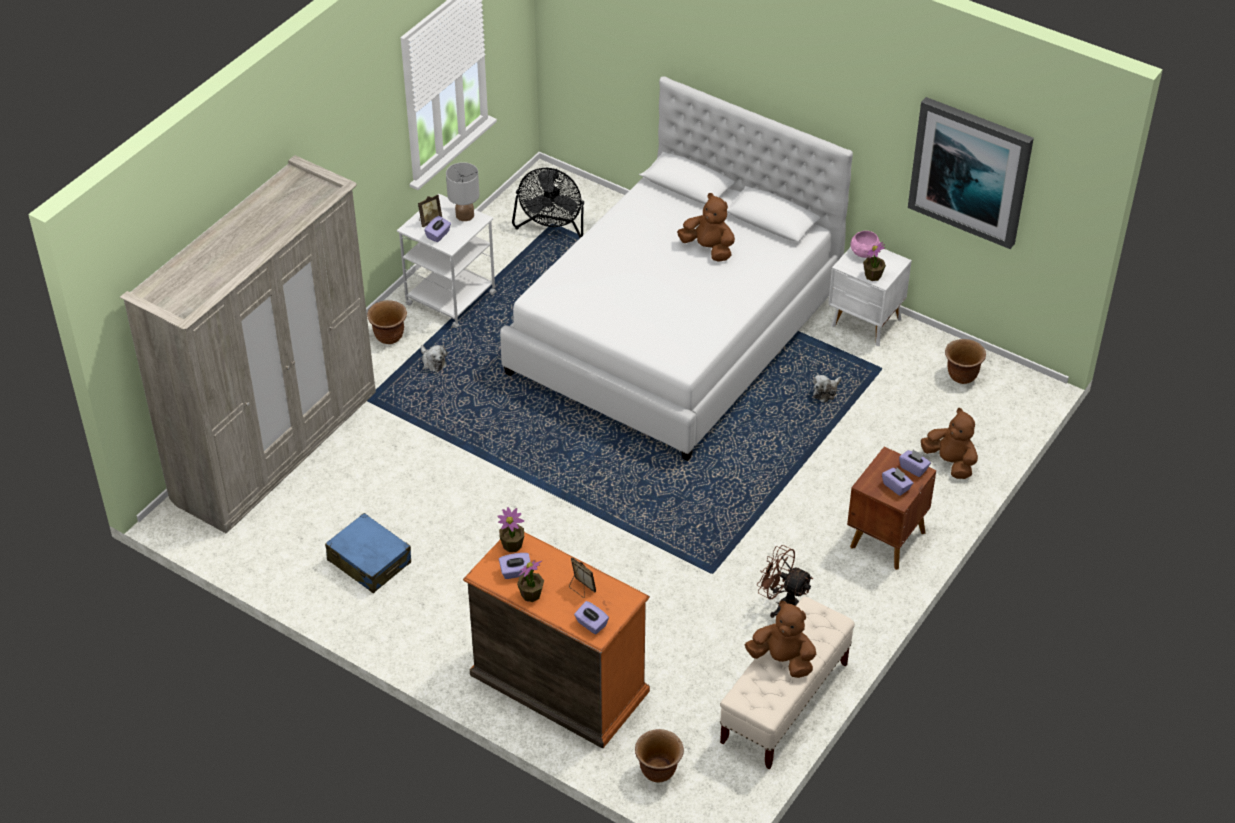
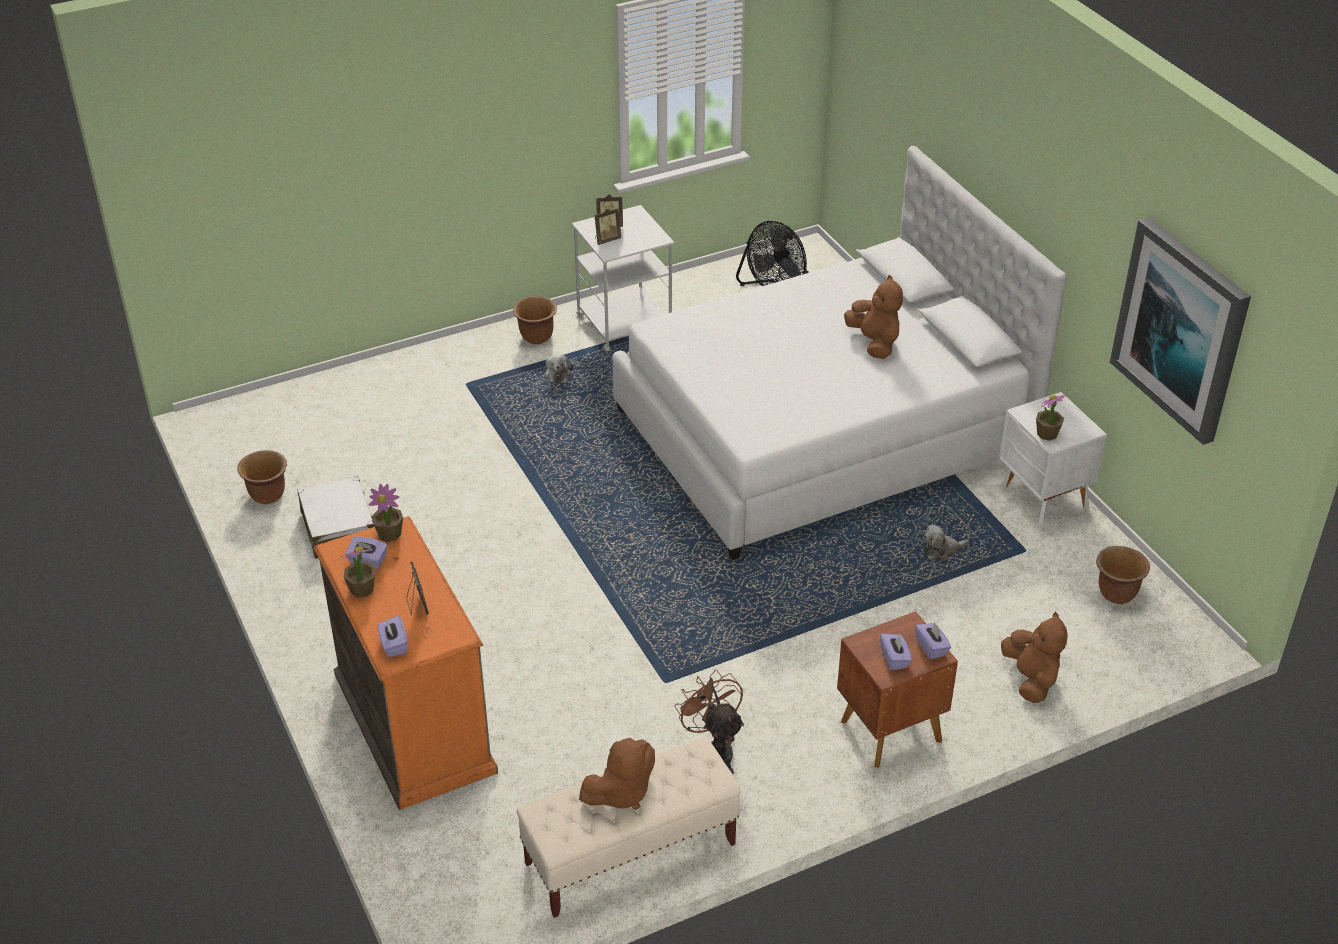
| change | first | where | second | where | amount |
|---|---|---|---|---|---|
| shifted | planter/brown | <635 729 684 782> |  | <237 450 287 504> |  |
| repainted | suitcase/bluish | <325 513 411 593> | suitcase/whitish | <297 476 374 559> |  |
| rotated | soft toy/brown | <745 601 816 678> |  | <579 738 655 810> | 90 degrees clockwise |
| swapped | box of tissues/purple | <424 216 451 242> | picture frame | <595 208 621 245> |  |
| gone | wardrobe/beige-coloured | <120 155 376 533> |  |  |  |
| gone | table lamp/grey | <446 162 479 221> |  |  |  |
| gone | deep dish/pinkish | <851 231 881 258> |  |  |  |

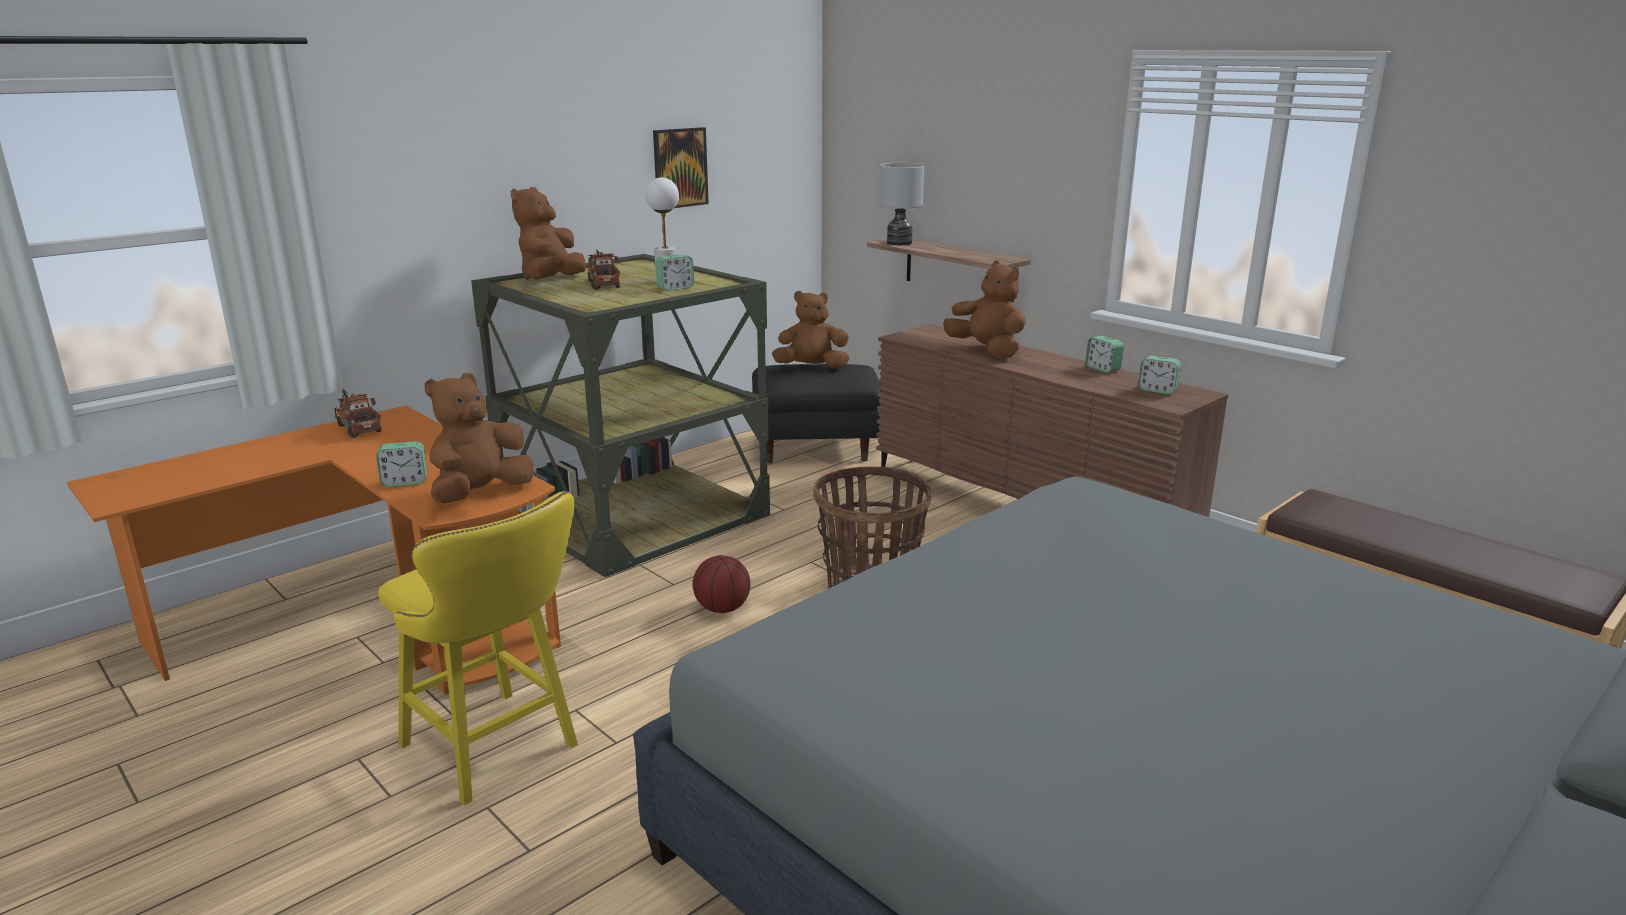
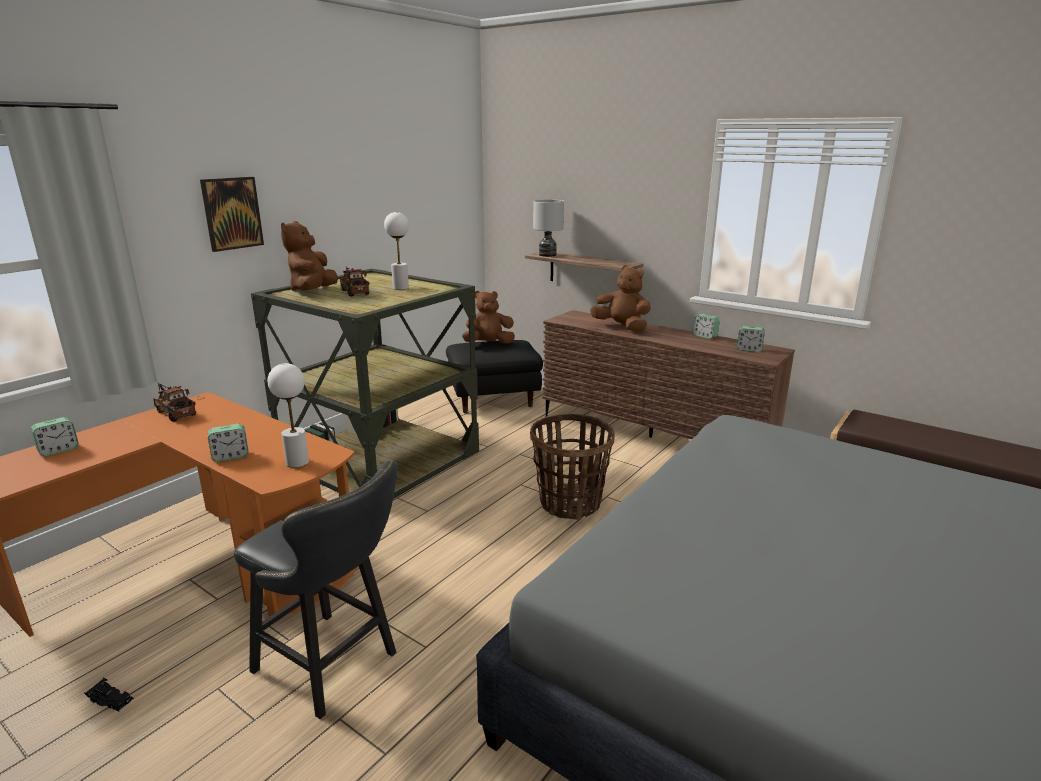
| change | first | where | second | where | amount |
|---|---|---|---|---|---|
| shifted | alarm clock | <655 254 694 291> |  | <31 417 79 456> |  |
| new |  |  | model car/black | <84 678 134 711> |  |
| shifted | wall picture | <653 127 709 208> |  | <200 177 264 252> |  |
| repainted | stool/yellow | <378 491 578 805> | stool/grey | <234 460 398 719> |  |
| swapped | soft toy/brown | <425 373 534 503> | table lamp/whitish | <268 363 309 468> |  |
| gone | basketball | <693 555 750 613> |  |  |  |

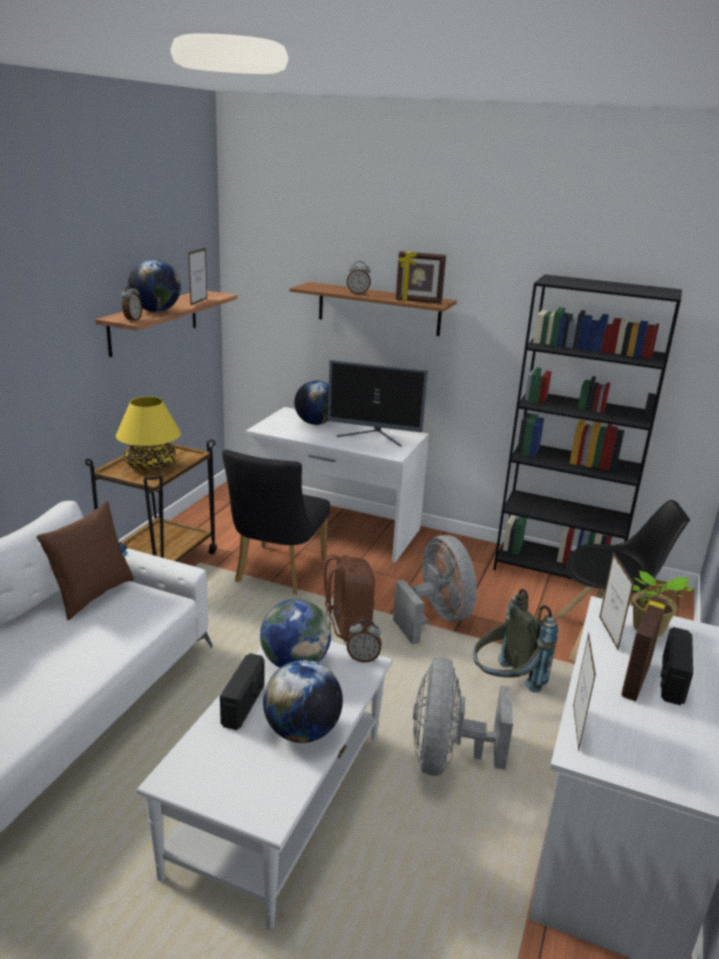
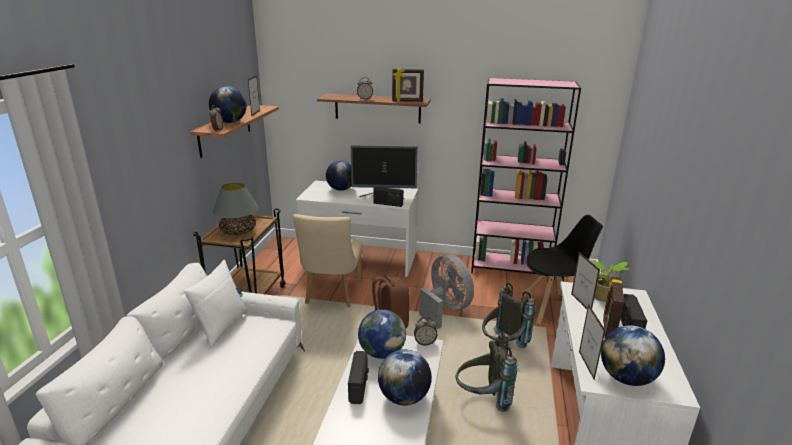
| change | first | where | second | where | amount |
|---|---|---|---|---|---|
| repainted | throw pillow/brown | <37 501 134 620> | throw pillow/whitish | <184 260 247 347> |  |
| repainted | table lamp/yellow | <116 396 181 471> | table lamp/grey | <212 183 259 235> |  |
| repainted | plain chair/black | <222 450 330 594> | plain chair/beige-coloured | <293 214 363 307> |  |
| new |  |  | radio receiver | <373 187 403 207> |  |
| swapped | fan/grey | <413 657 513 776> | backpack/grey | <456 331 517 412> |  |
| repainted | bookshelf/black | <493 274 682 579> | bookshelf/pinkish | <471 78 581 274> |  |
| new |  |  | globe | <601 325 665 386> |  |

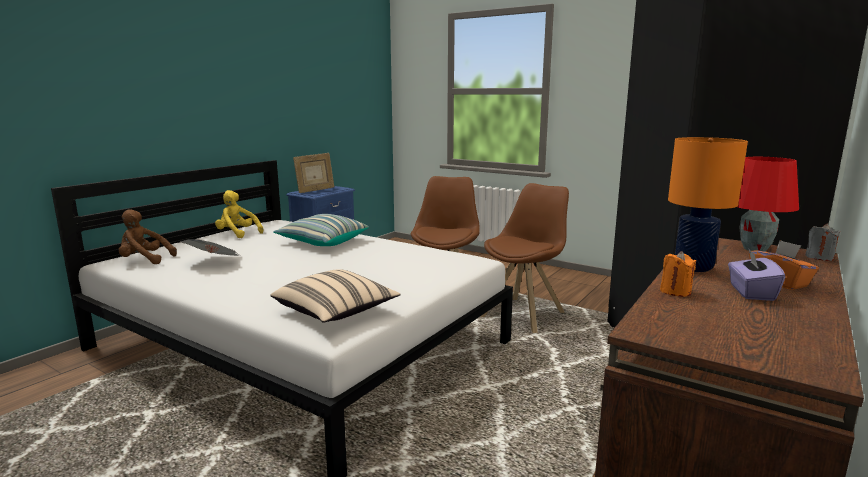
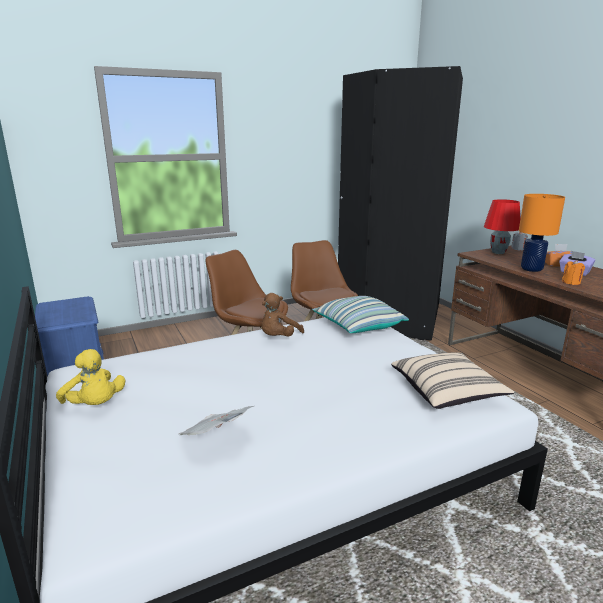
| change | first | where | second | where | amount |
|---|---|---|---|---|---|
| rotated | soft toy/yellow | <215 190 263 238> |  | <56 349 126 405> | 105 degrees counterclockwise |
| shifted | soft toy/brown | <119 209 177 264> |  | <262 293 304 337> |  |
| shifted | throw pillow | <274 214 369 246> |  | <312 296 409 333> |  |
| gone | picture frame | <293 153 334 193> |  |  |  |

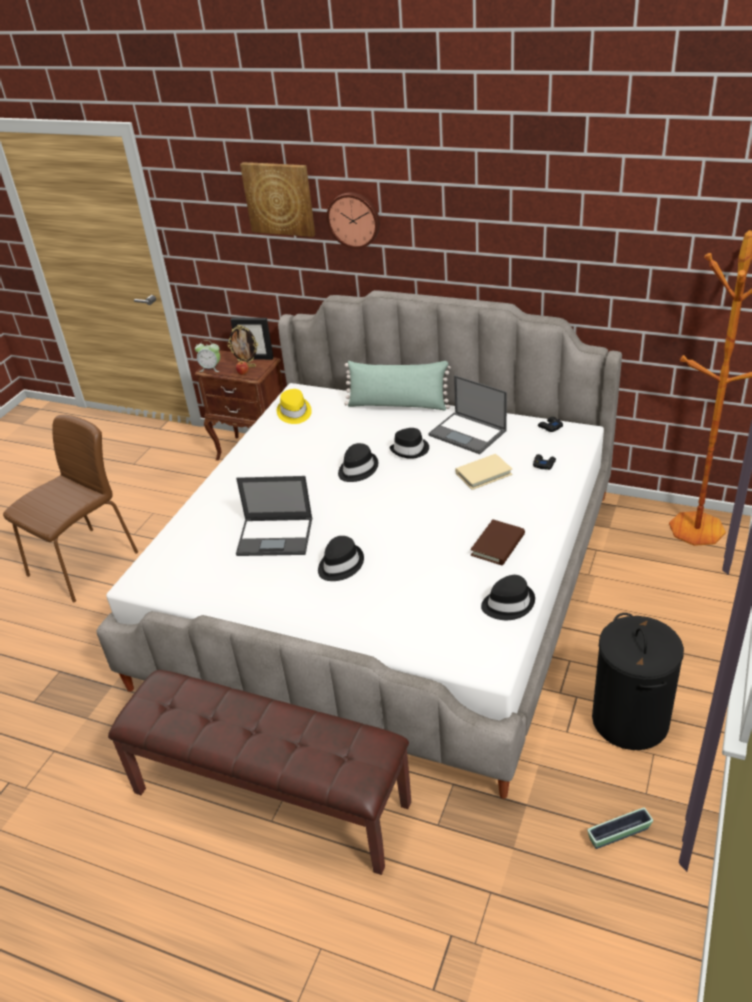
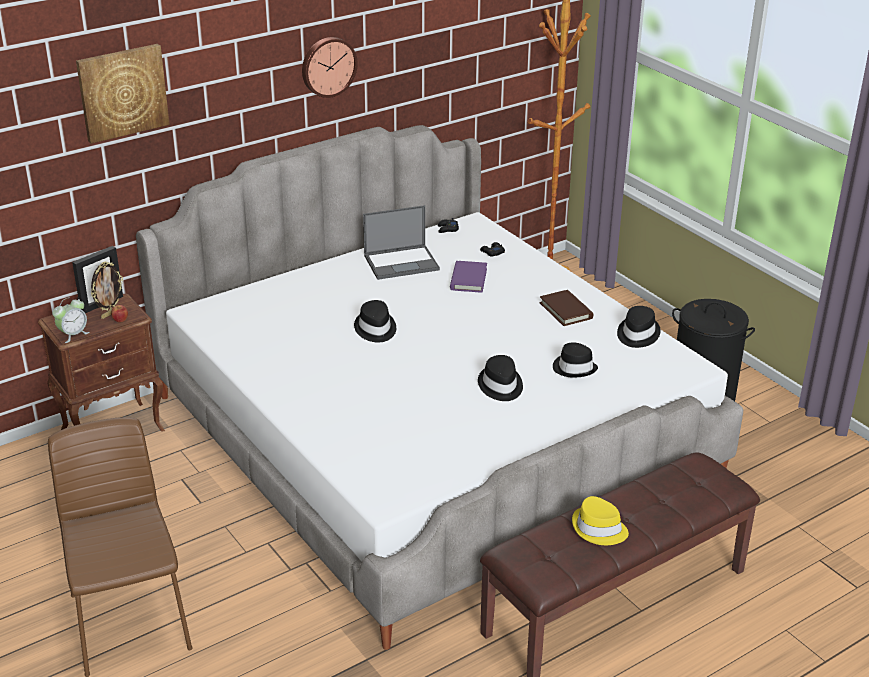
| change | first | where | second | where | amount |
|---|---|---|---|---|---|
| shifted | hanging clock | <326 192 380 249> |  | <302 37 358 98> |  |
| repainted | volume/beige-coloured | <455 454 512 490> | volume/purple | <450 261 487 293> |  |
| shifted | clothing hat/black | <389 428 429 459> |  | <553 343 598 377> |  |
| shifted | clothing hat/yellow | <277 389 312 424> |  | <572 496 629 545> |  |
| gone | portable computer | <236 476 312 556> |  |  |  |
| gone | throw pillow/green | <344 361 451 410> |  |  |  |
| gone | planter | <588 808 653 849> |  |  |  |

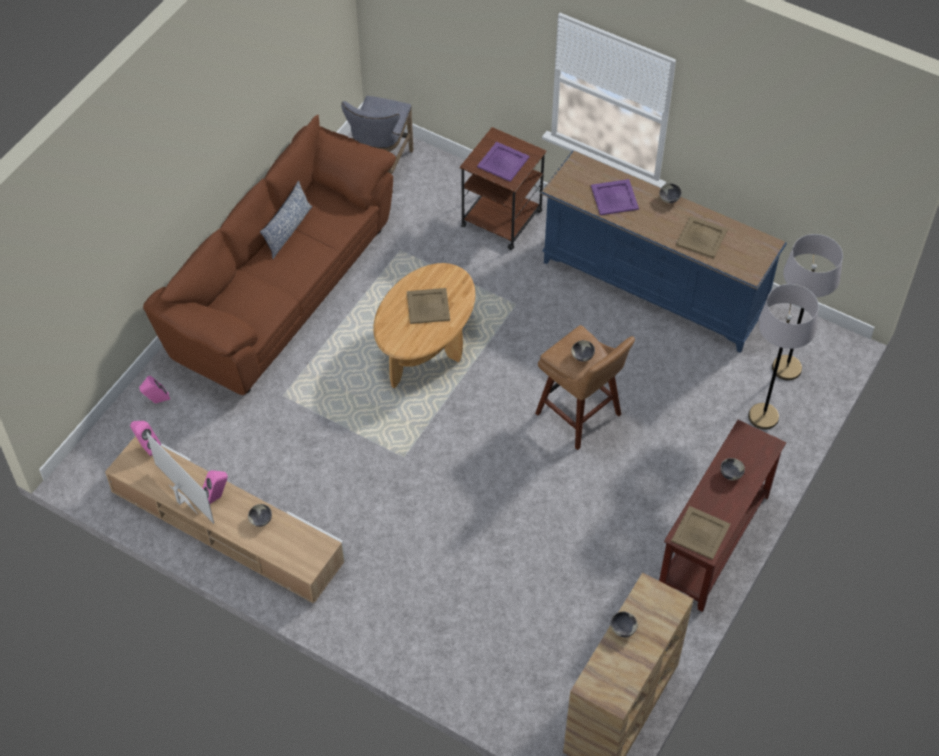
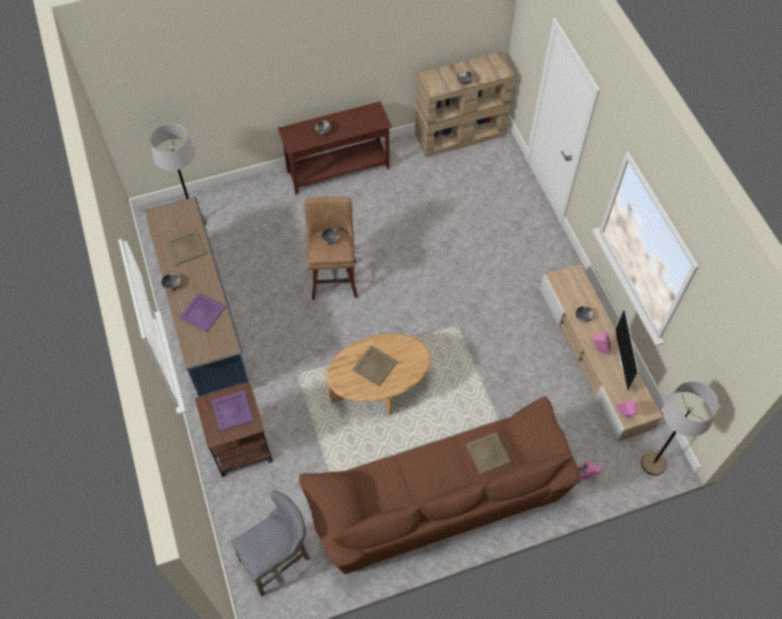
| change | first | where | second | where | amount |
|---|---|---|---|---|---|
| shifted | serving tray/beige-coloured | <671 506 731 560> |  | <466 432 512 475> |  |
| shifted | standing lamp/grey | <748 284 819 430> |  | <641 381 719 476> |  |
| gone | throw pillow | <260 181 313 259> |  |  |  |

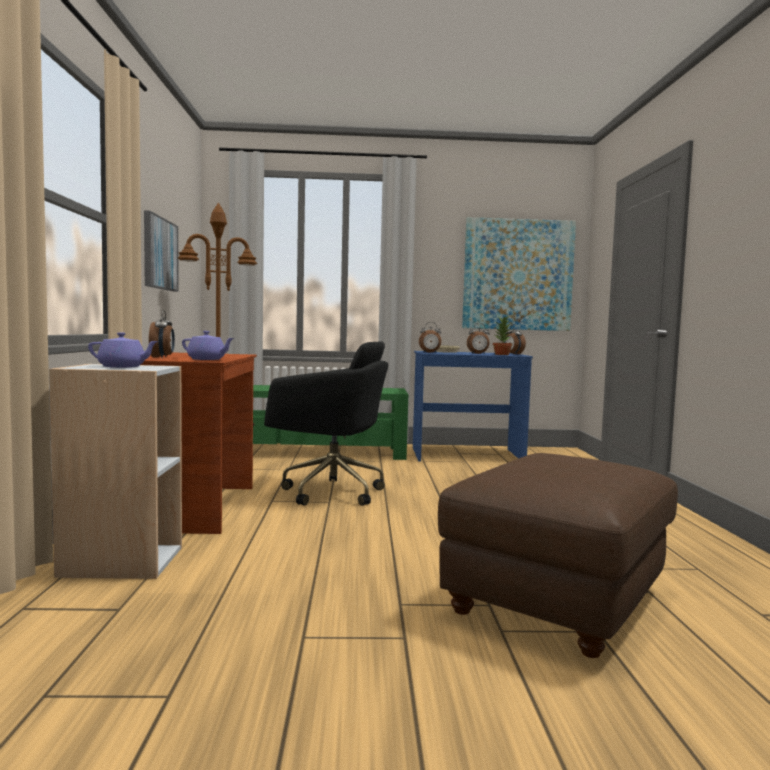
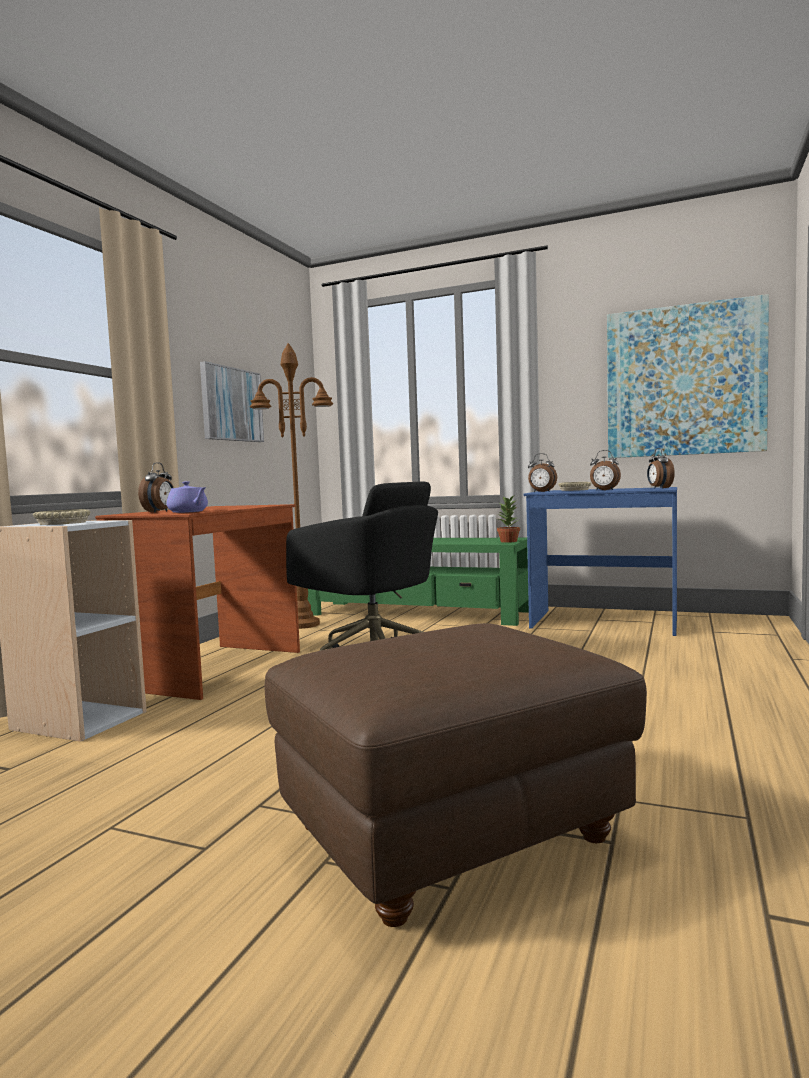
| change | first | where | second | where | amount |
|---|---|---|---|---|---|
| swapped | pot for tea/purple | <88 332 158 368> | deep dish/beige-coloured | <33 509 90 525> |  |
| shifted | plant in a pot | <493 315 512 355> |  | <497 496 520 543> |  |

